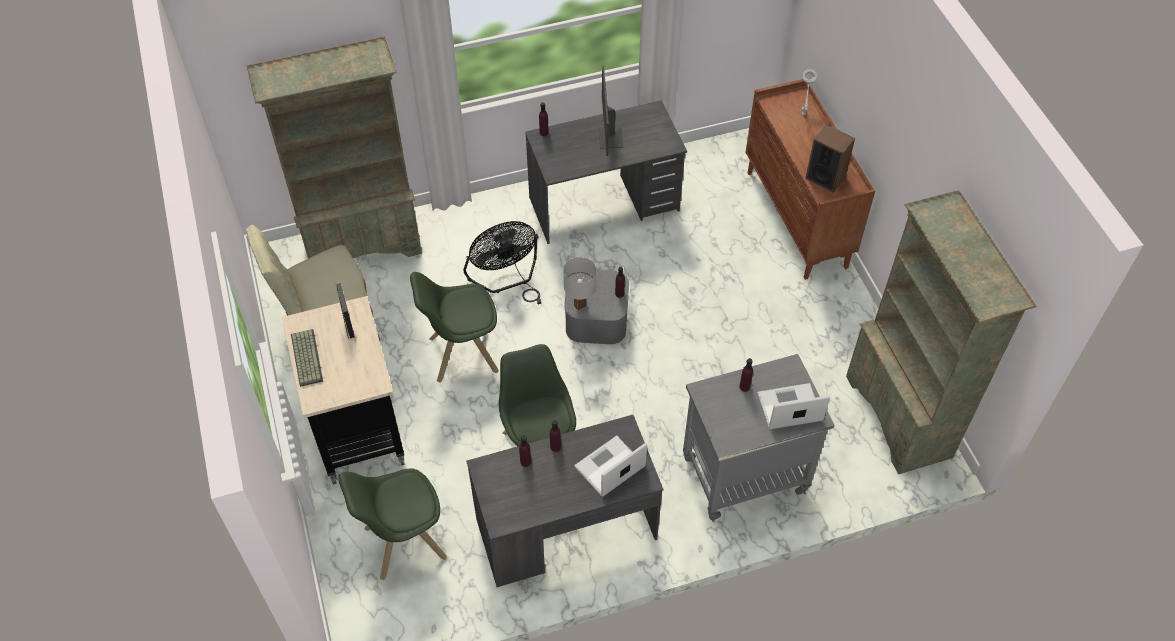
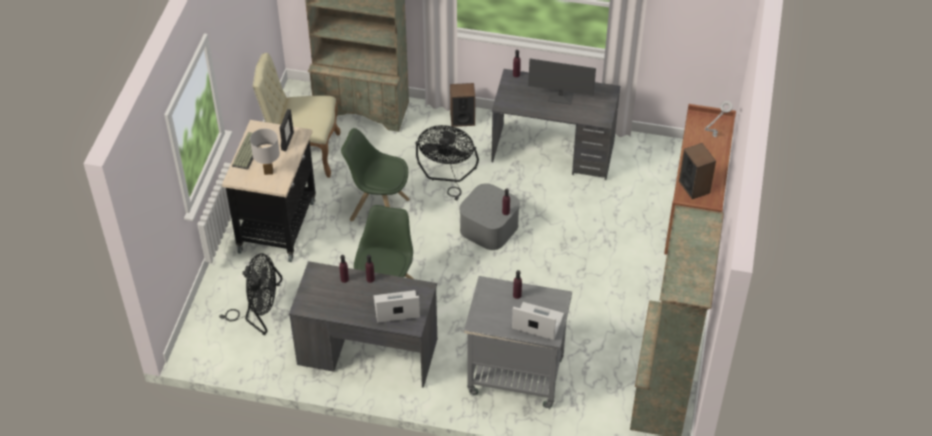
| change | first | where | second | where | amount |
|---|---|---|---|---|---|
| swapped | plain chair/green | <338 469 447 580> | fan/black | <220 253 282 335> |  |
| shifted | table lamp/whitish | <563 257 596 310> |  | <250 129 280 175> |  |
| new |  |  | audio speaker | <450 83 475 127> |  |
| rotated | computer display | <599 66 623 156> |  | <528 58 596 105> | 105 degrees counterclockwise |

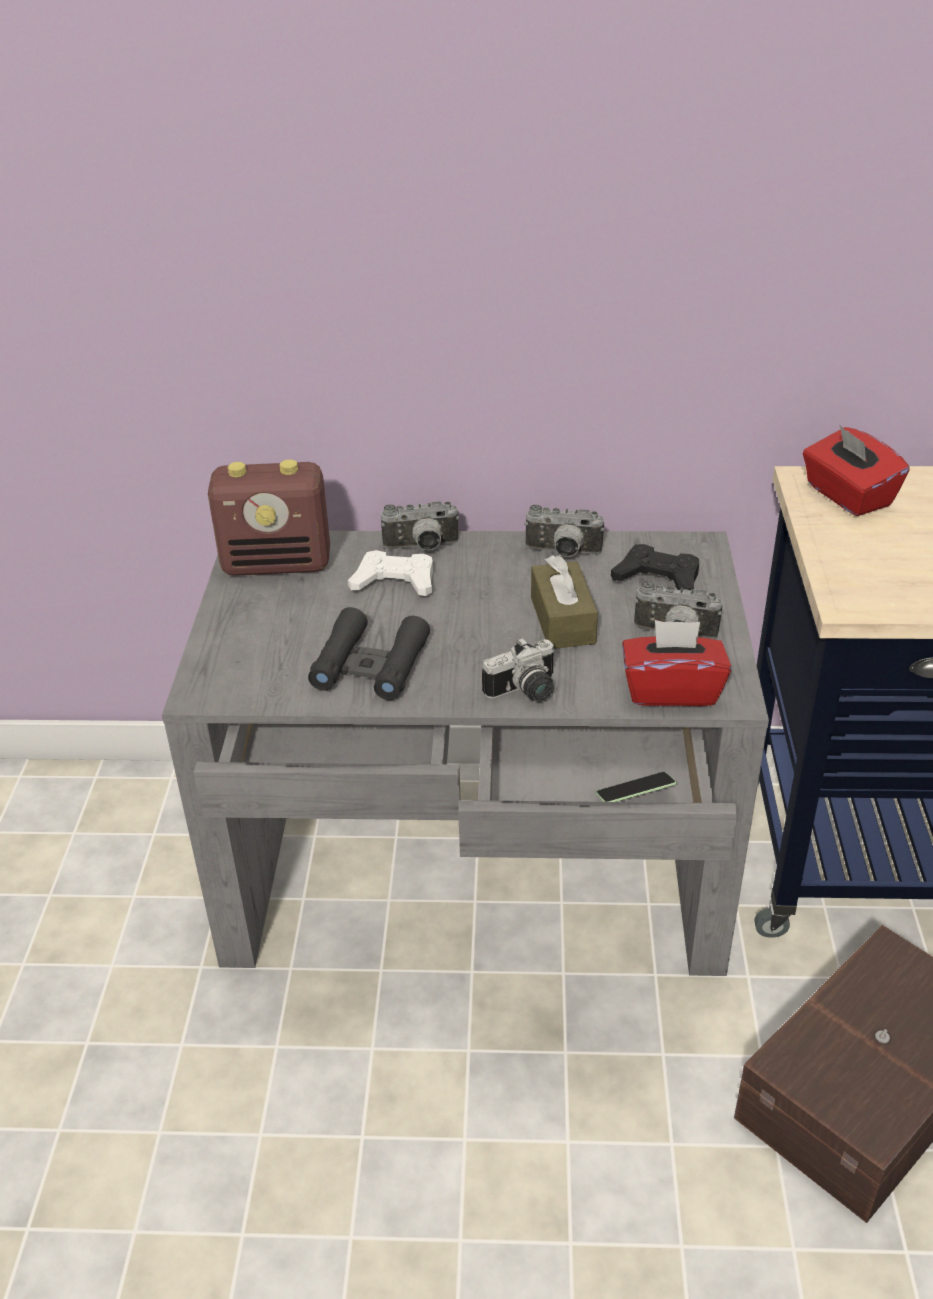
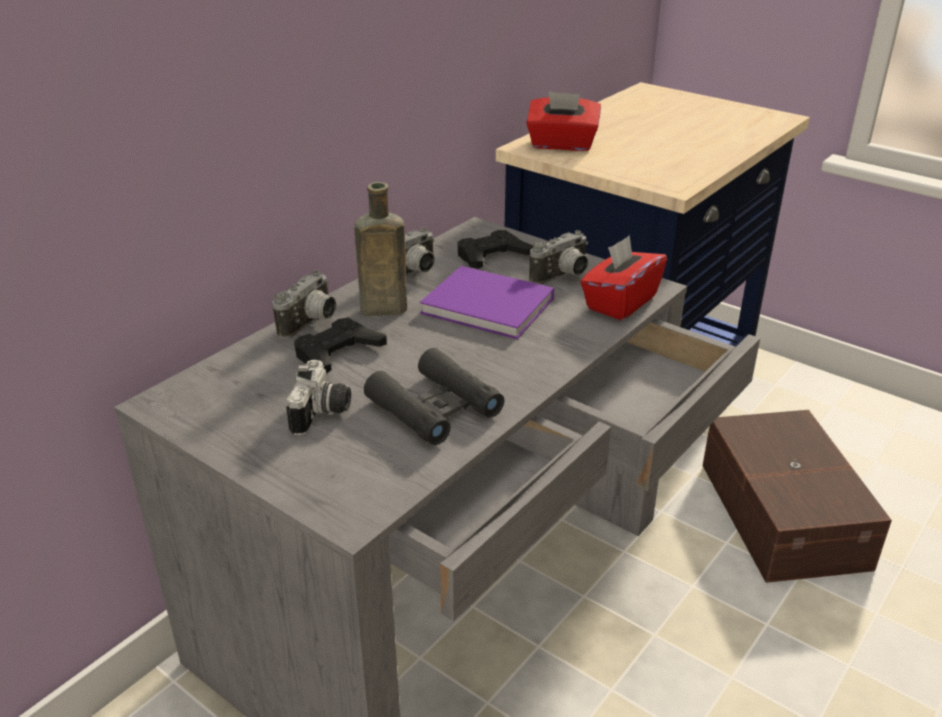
| change | first | where | second | where | amount |
|---|---|---|---|---|---|
| shifted | still camera | <482 637 555 702> |  | <286 360 351 436> |  |
| repainted | joypad/whitish | <348 550 433 596> | joypad/black | <294 318 387 374> |  |
| new |  |  | beverage bottle/brown | <354 182 407 316> |  |
| swapped | box of tissues/brown | <531 555 598 649> | volume/purple | <420 266 554 339> |  |
| gone | radio receiver | <208 460 330 576> |  |  |  |
| gone | phone | <596 772 677 802> |  |  |  |

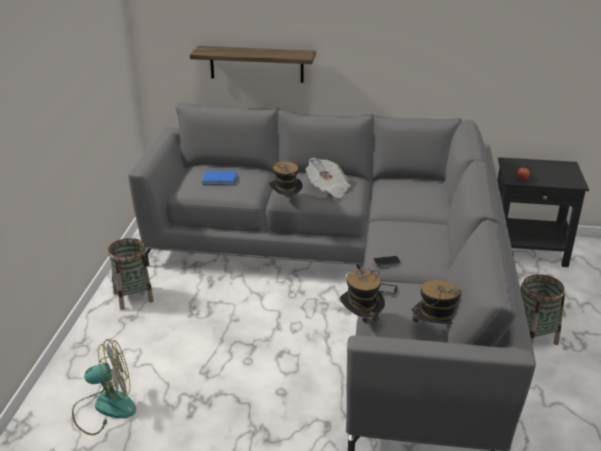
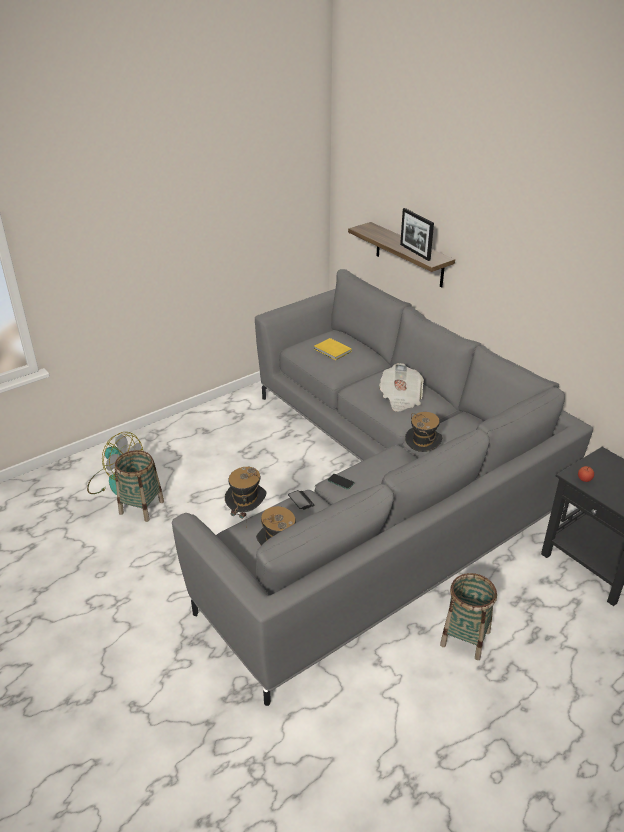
| change | first | where | second | where | amount |
|---|---|---|---|---|---|
| shifted | storage basket | <108 238 154 310> |  | <115 450 164 522> |  |
| repainted | volume/bluish | <202 171 237 185> | volume/yellow | <315 338 352 360> |  |
| new |  |  | picture frame | <400 208 434 261> |  |
| shifted | clothing hat | <269 162 303 196> |  | <405 412 443 452> |  |

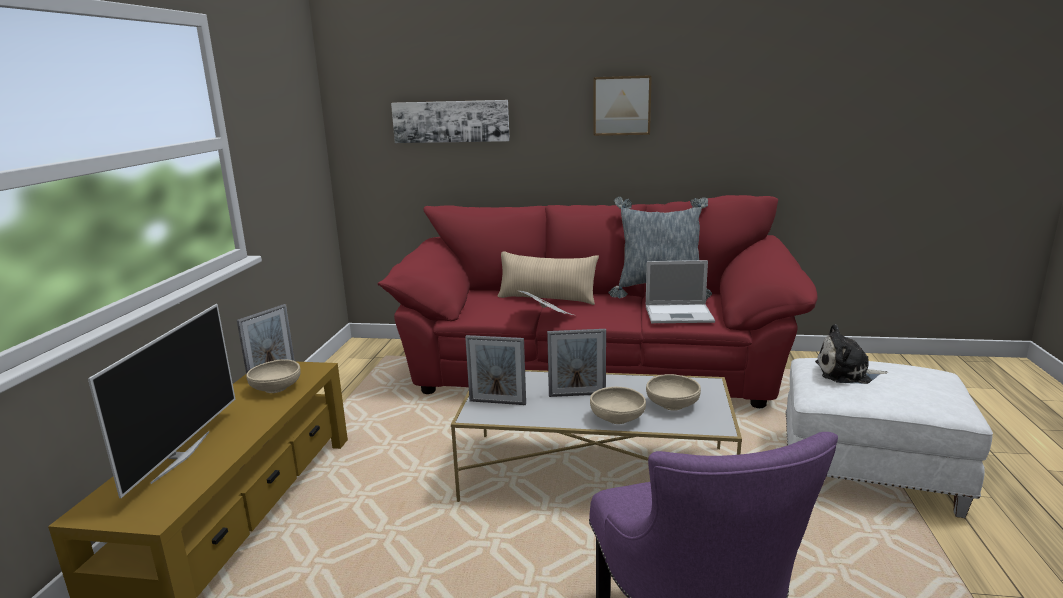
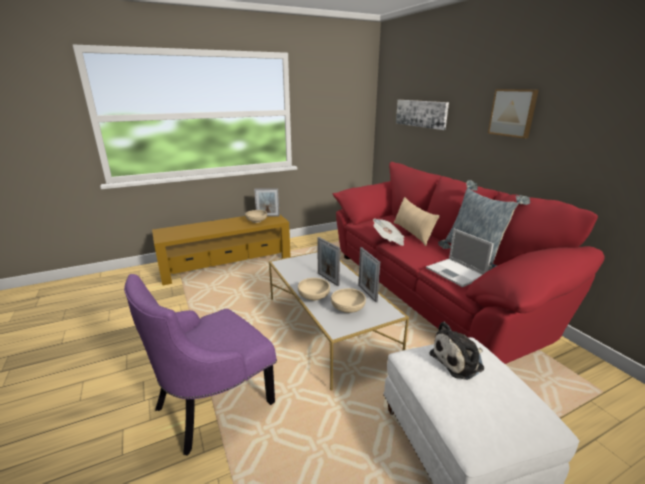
| change | first | where | second | where | amount |
|---|---|---|---|---|---|
| shifted | picture frame | <465 335 526 405> |  | <358 247 380 302> |  |
| rotated | soft toy | <815 324 887 384> |  | <429 322 484 380> | 90 degrees counterclockwise |
| gone | TV | <88 304 235 498> |  |  |  |

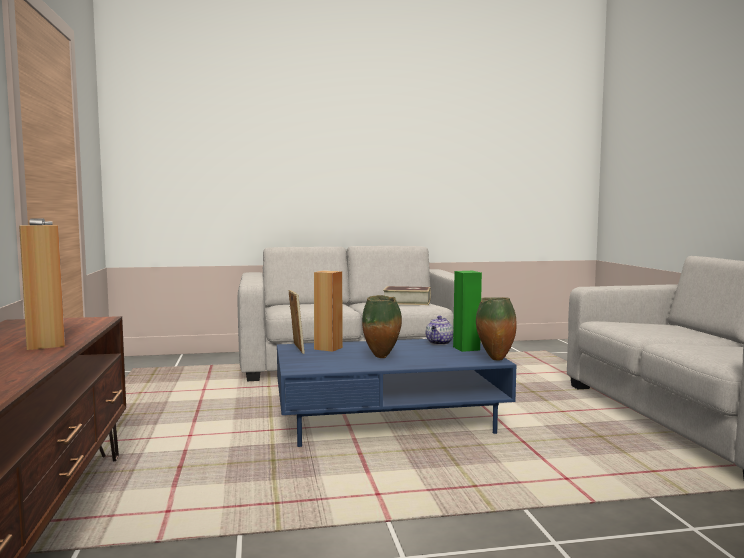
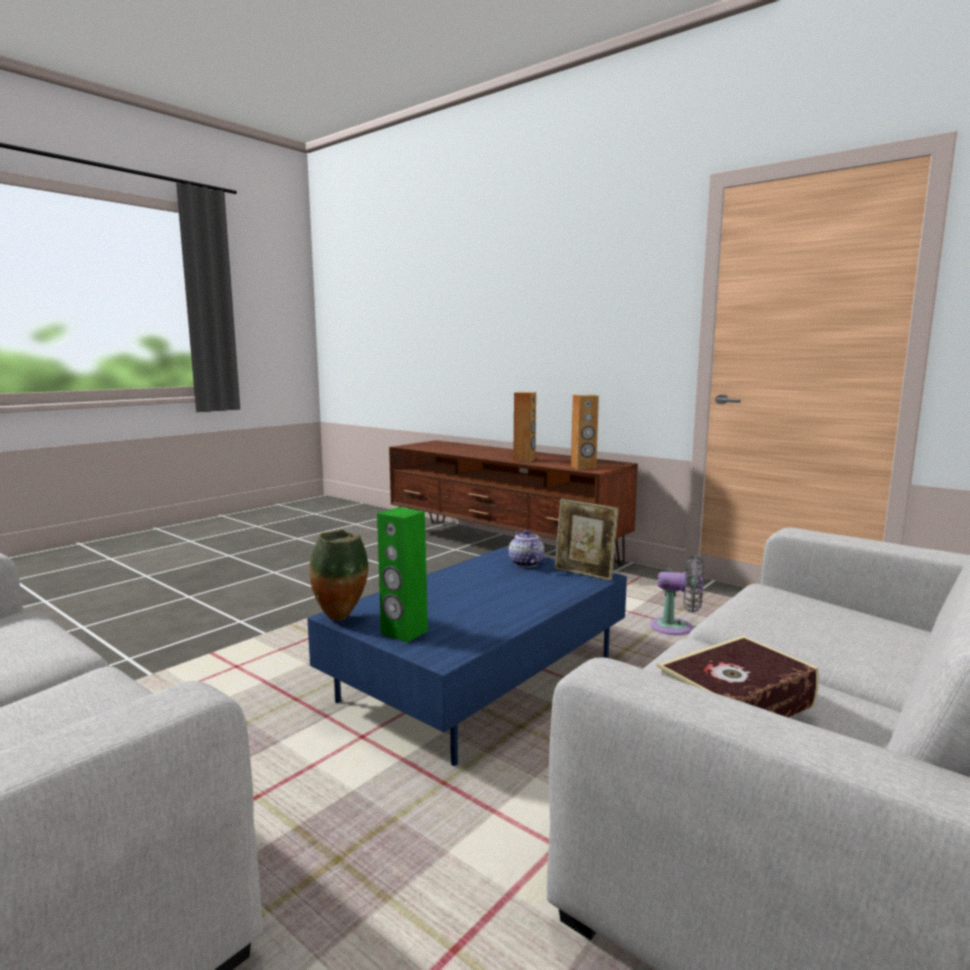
| change | first | where | second | where | amount |
|---|---|---|---|---|---|
| shifted | pot for tea | <426 316 453 345> |  | <509 530 544 567> |  |
| shifted | audio speaker/brown | <314 270 343 352> |  | <571 395 599 469> |  |
| new |  |  | fan/grey | <650 555 704 635> |  |
| gone | flower vase | <362 295 402 358> |  |  |  |

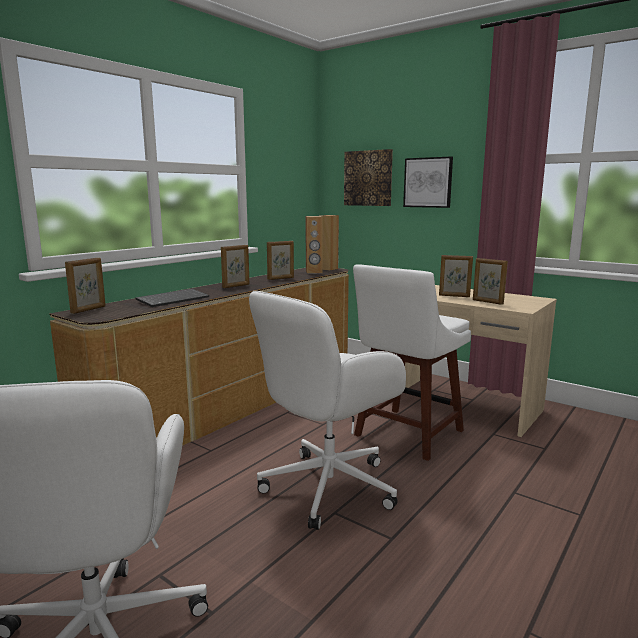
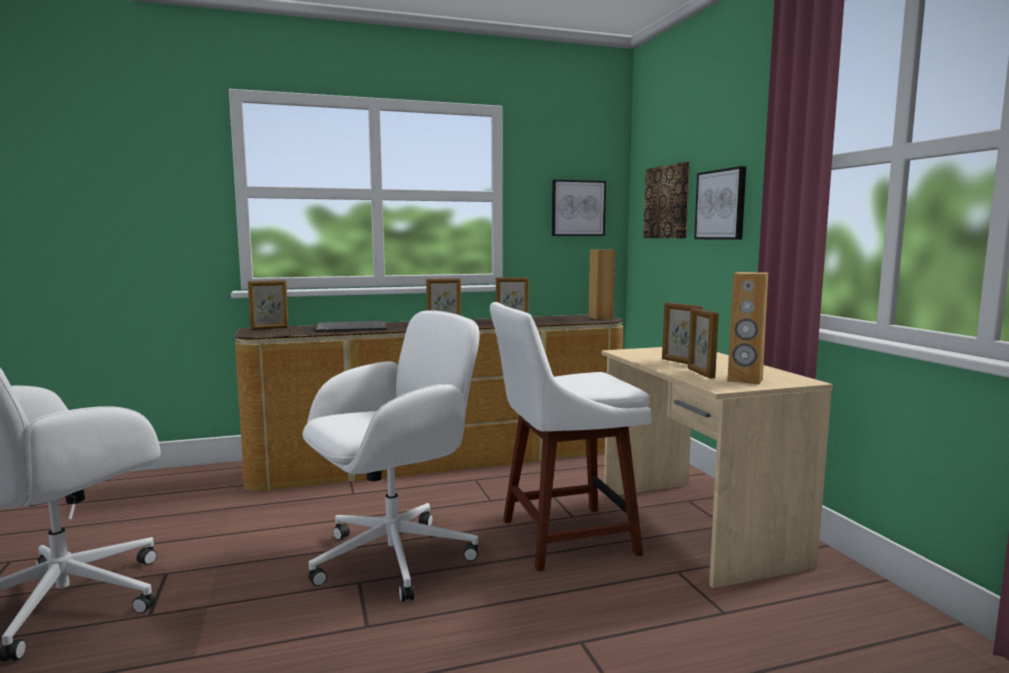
| change | first | where | second | where | amount |
|---|---|---|---|---|---|
| rotated | desk chair/whitish | <249 291 406 530> |  | <303 311 480 602> | 150 degrees clockwise |
| new |  |  | wall picture | <552 180 606 236> |  |
| shifted | audio speaker/brown | <305 216 322 274> |  | <727 272 768 385> |  |

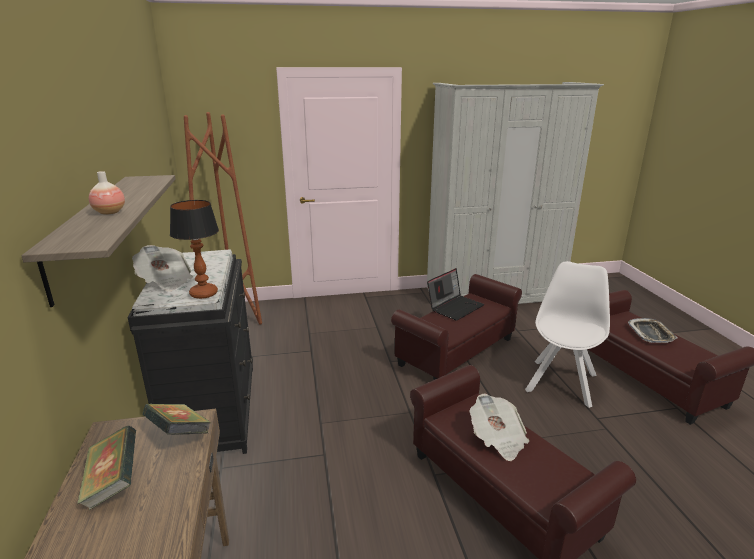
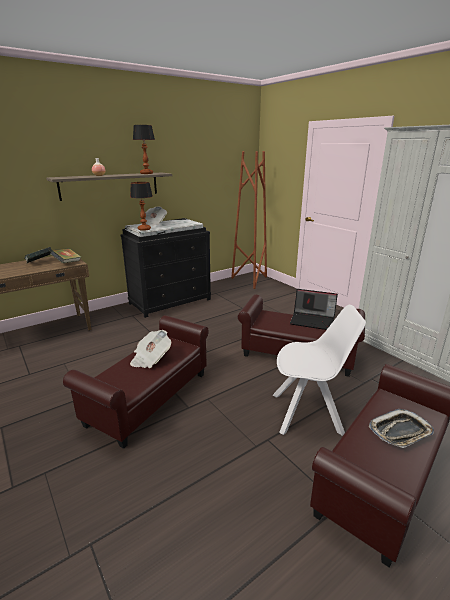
| change | first | where | second | where | amount |
|---|---|---|---|---|---|
| new |  |  | table lamp | <133 125 155 174> |  |

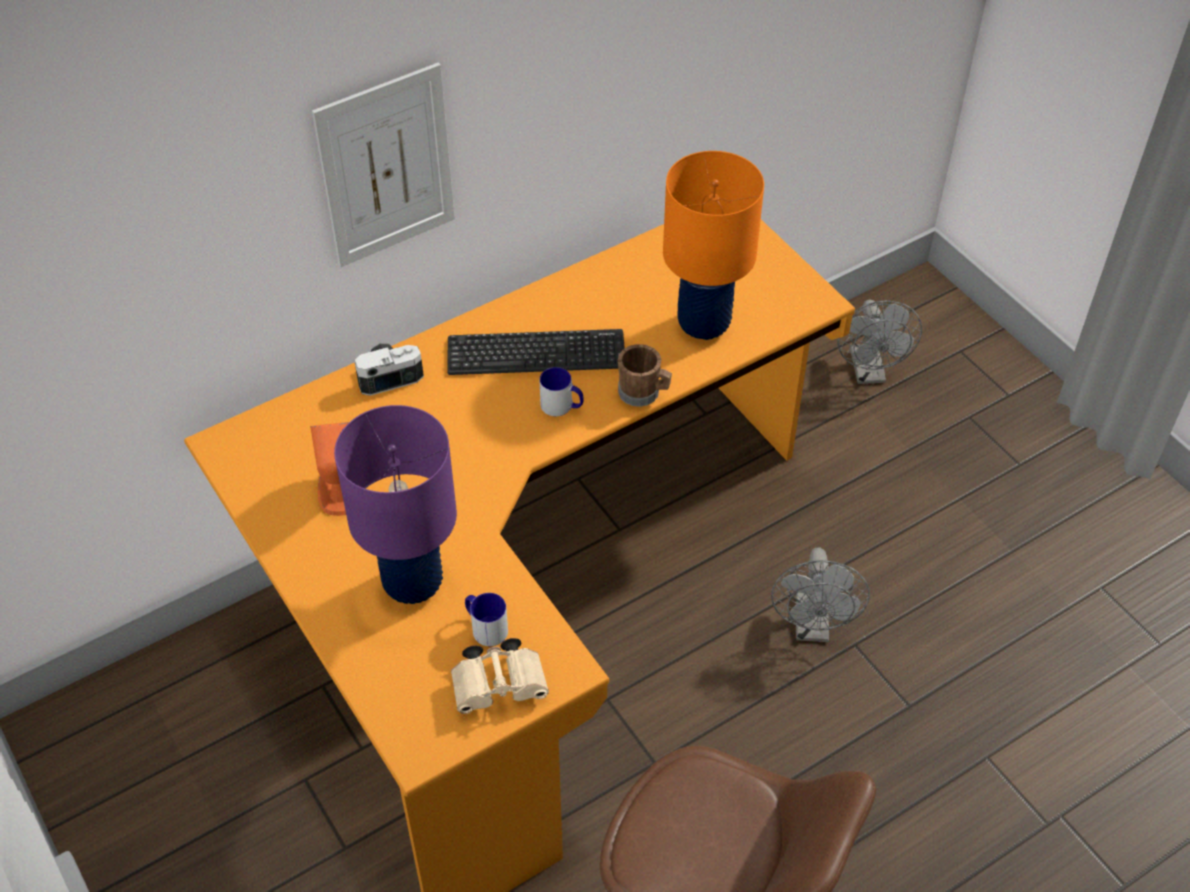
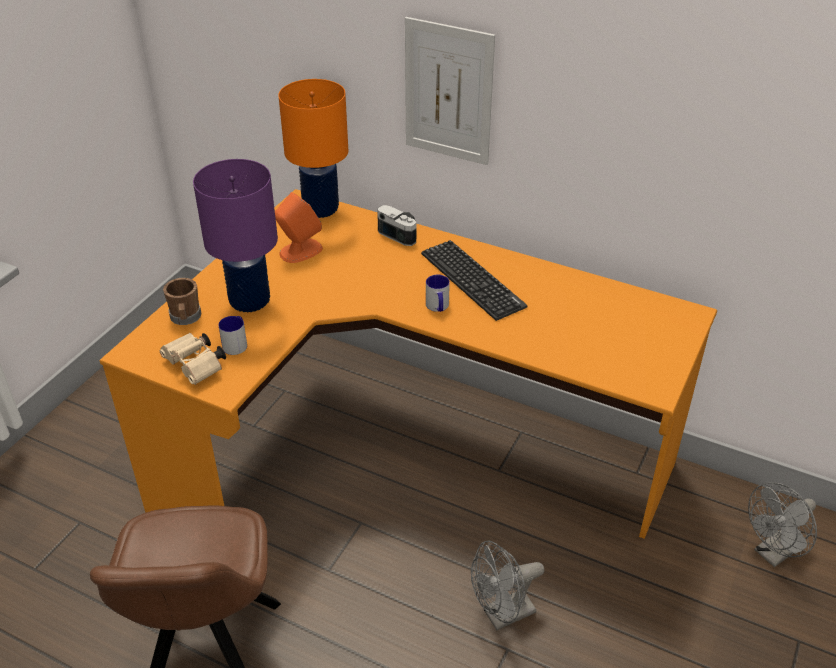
| change | first | where | second | where | amount |
|---|---|---|---|---|---|
| shifted | coffee mug/brown | <618 344 672 407> |  | <163 278 201 325> |  |
| shifted | table lamp/orange-coloured | <663 151 764 340> |  | <278 79 348 218> |  |

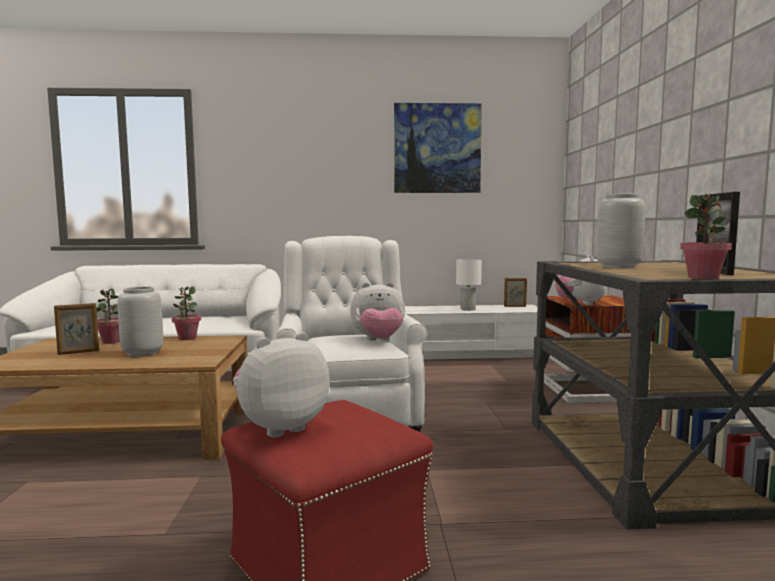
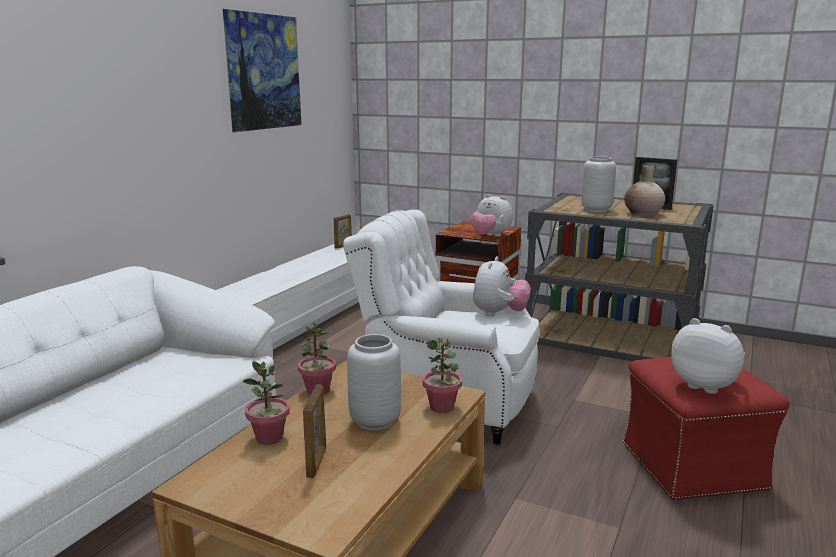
| change | first | where | second | where | amount |
|---|---|---|---|---|---|
| shifted | plant in a pot | <680 194 732 279> |  | <423 337 462 413> |  |
| new |  |  | flower vase/beige-coloured | <624 166 665 216> |  |
| rotated | soft toy | <233 332 330 437> |  | <671 318 745 394> | 135 degrees clockwise |
| gone | table lamp/whitish | <456 259 481 311> |  |  |  |

